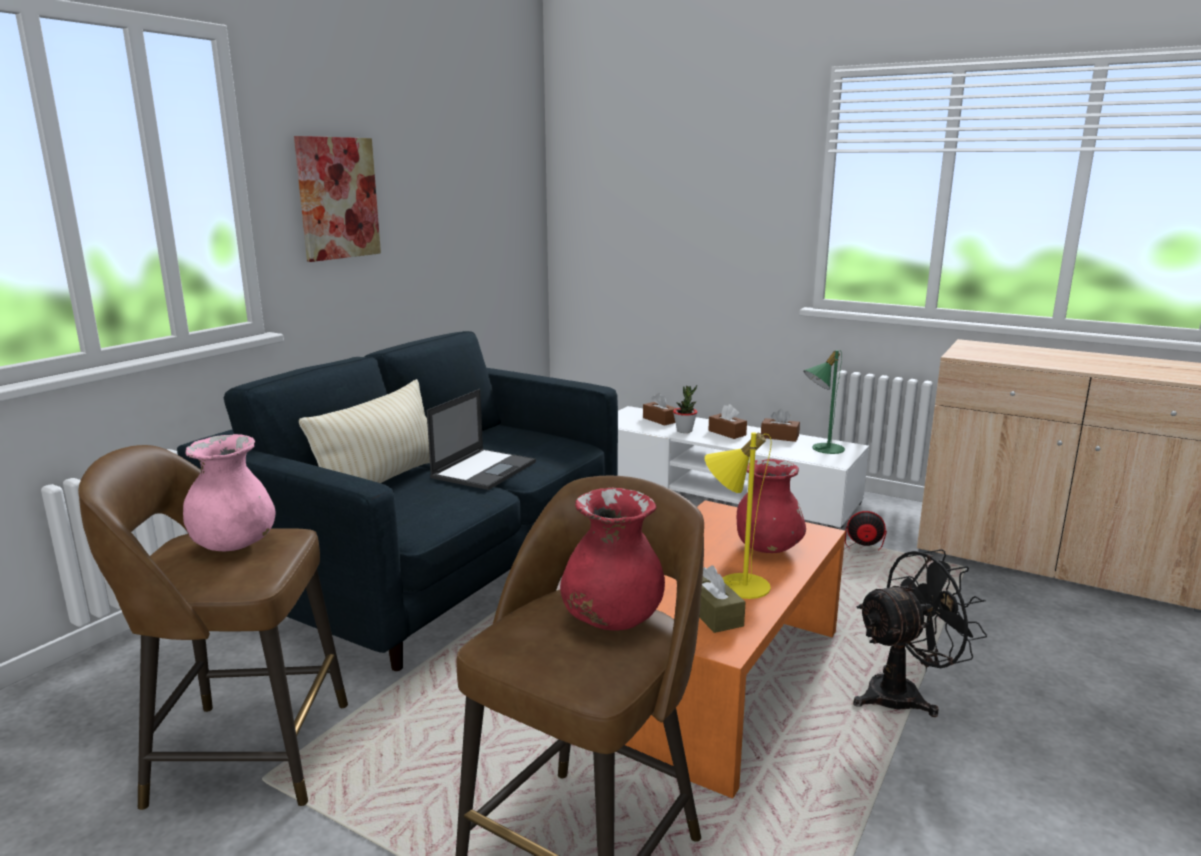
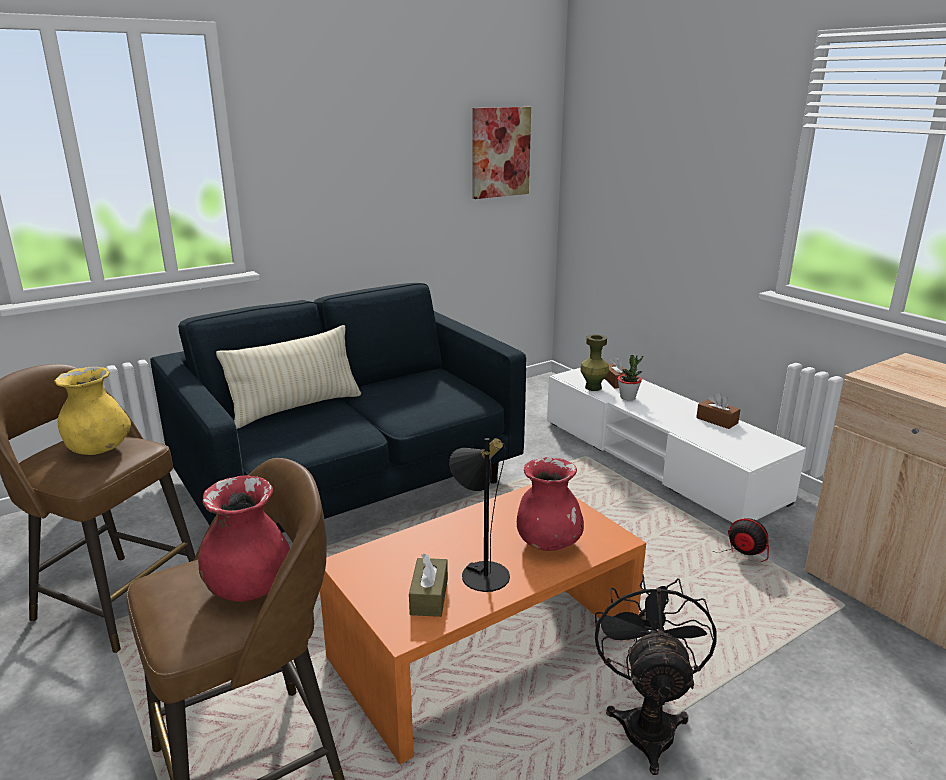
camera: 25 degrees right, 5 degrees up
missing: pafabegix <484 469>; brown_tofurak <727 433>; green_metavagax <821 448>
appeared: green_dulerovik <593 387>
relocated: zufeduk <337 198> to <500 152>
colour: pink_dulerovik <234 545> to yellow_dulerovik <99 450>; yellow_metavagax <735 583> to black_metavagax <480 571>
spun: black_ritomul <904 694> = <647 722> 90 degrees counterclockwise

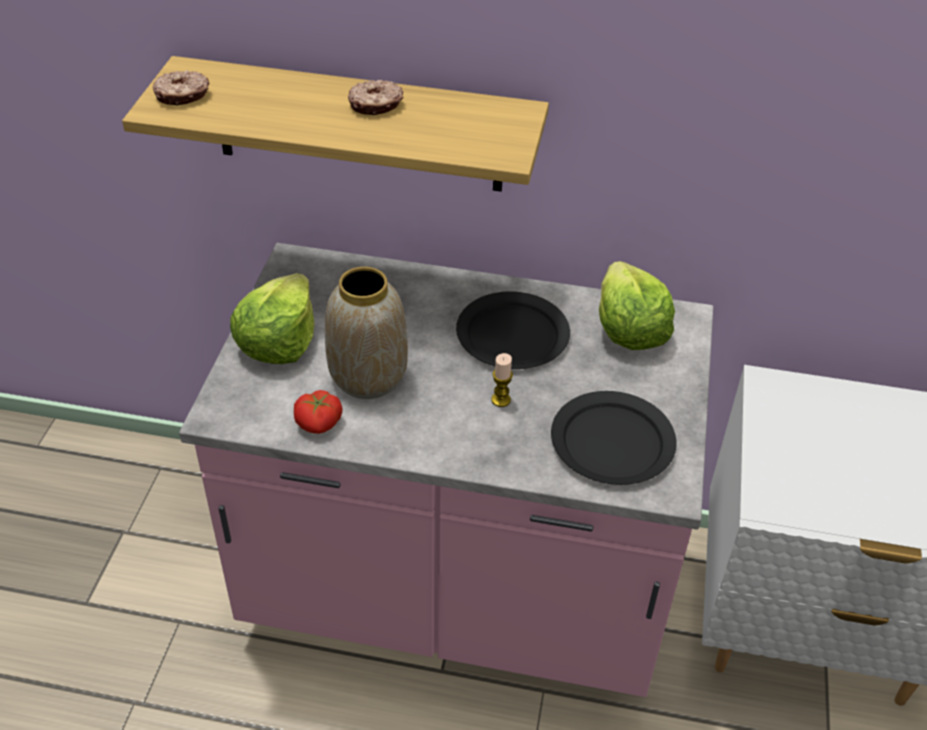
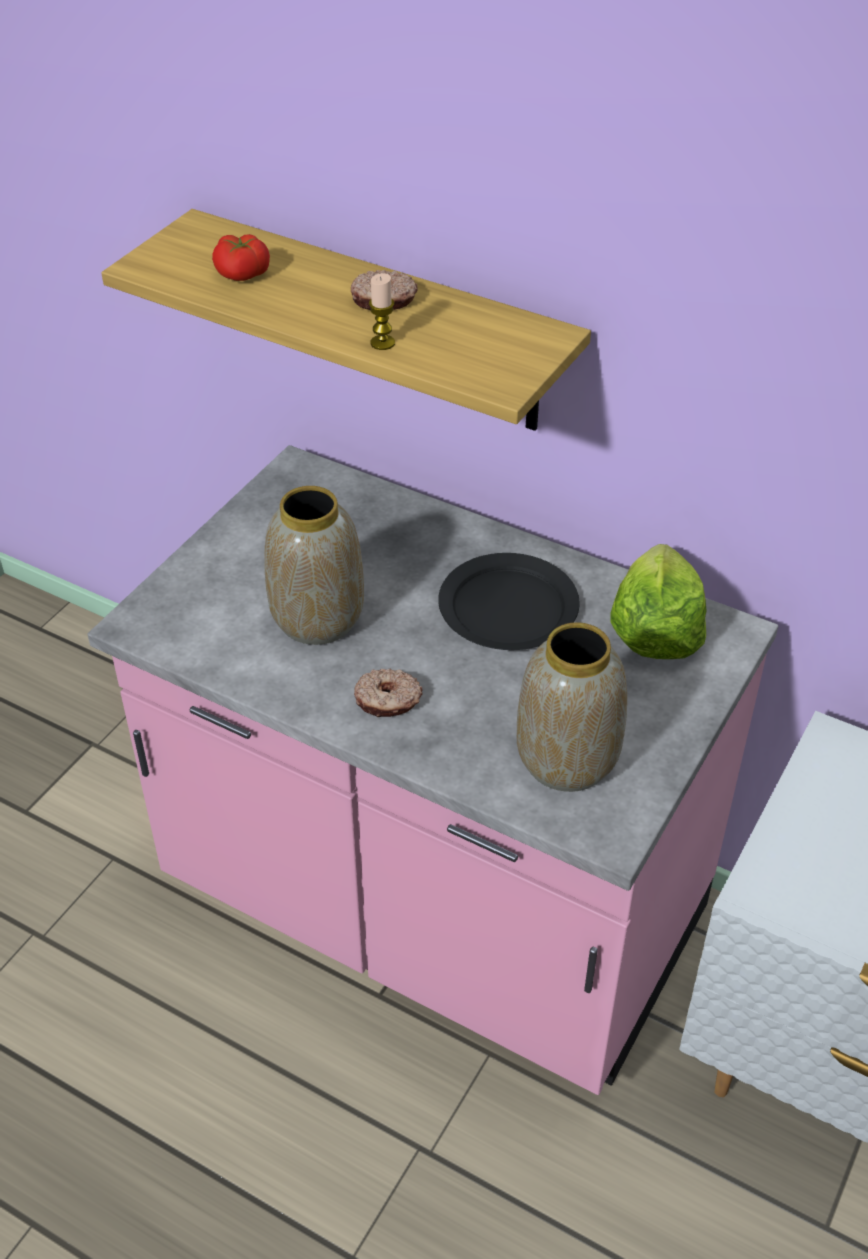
camera: 20 degrees right, 0 degrees up
missing: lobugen <278 340>
relocated: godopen <182 96> to <388 701>; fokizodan <319 423> to <242 275>; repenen <501 400> to <382 343>
exchanged: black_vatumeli <611 441> to dulerovik <566 759>

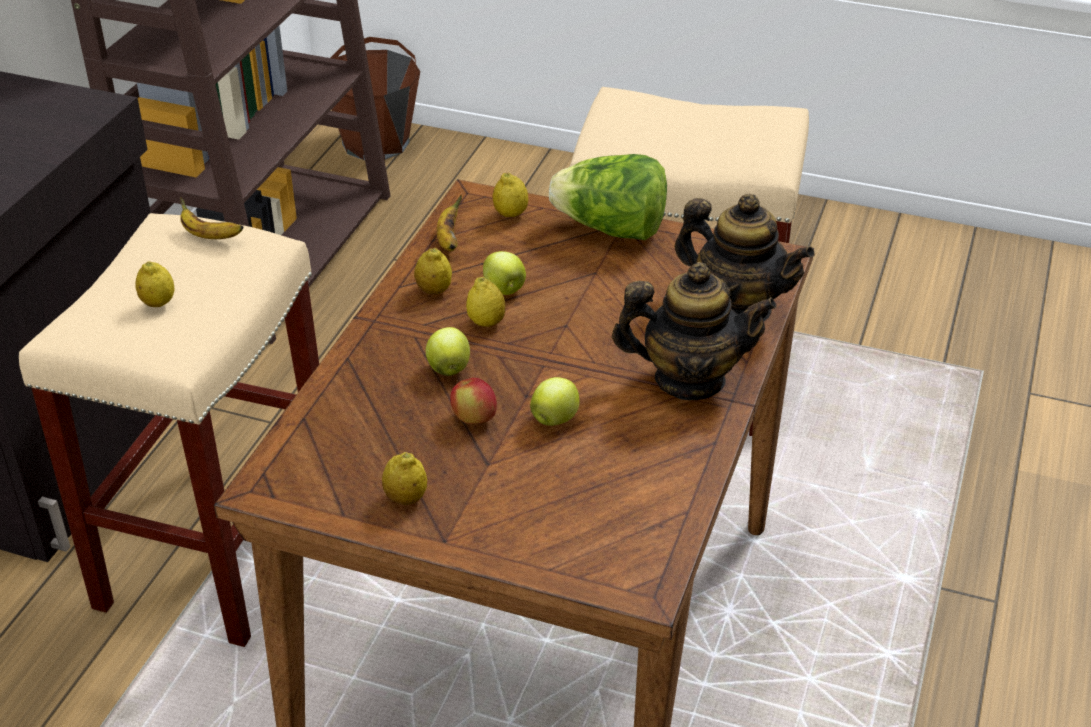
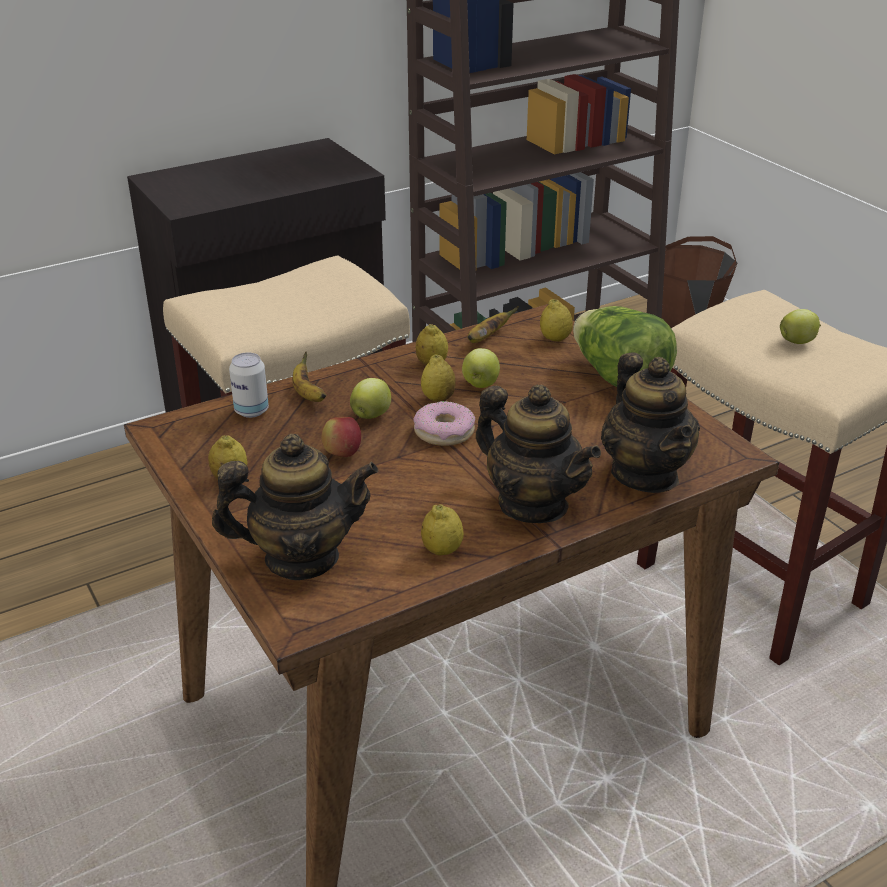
camera: 40 degrees right, 5 degrees down
appeared: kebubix <301 558>; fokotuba <251 411>; godopen <444 432>
relocated: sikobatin <158 303> to <442 550>; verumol <209 235> to <307 394>; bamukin <555 419> to <797 342>

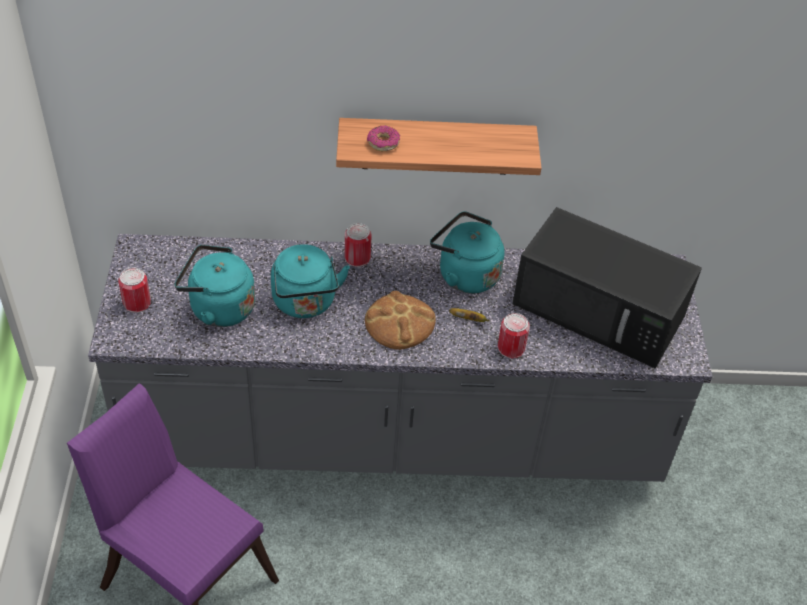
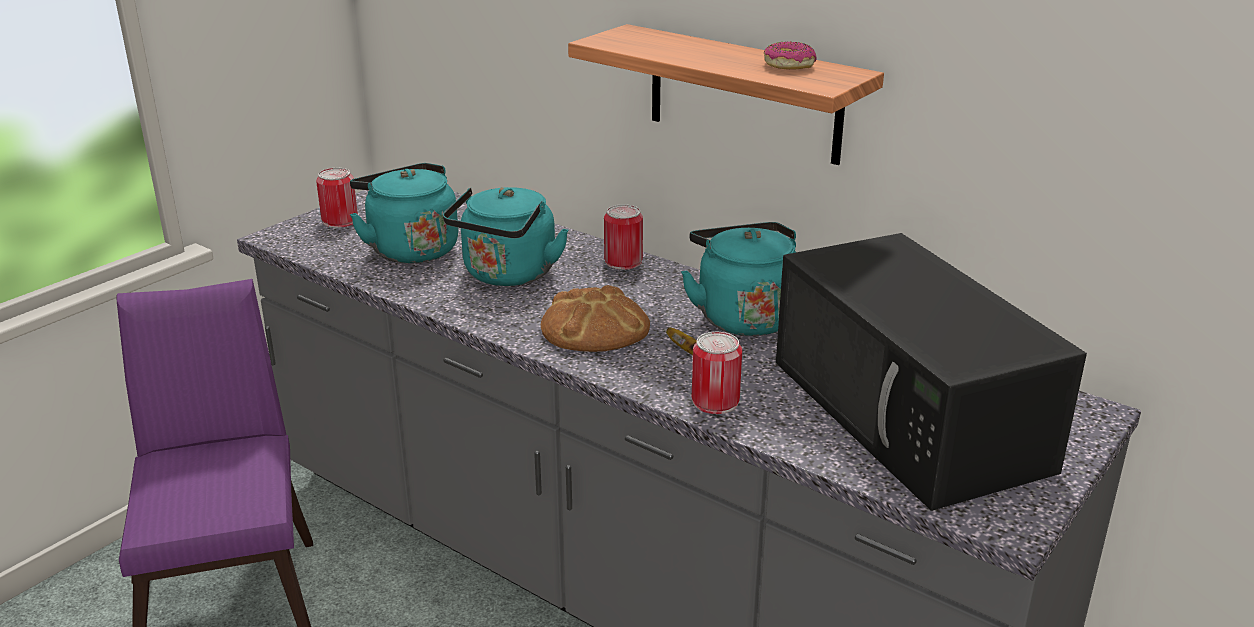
camera: 40 degrees right, 20 degrees down
relocated: godopen <383 143> to <788 65>

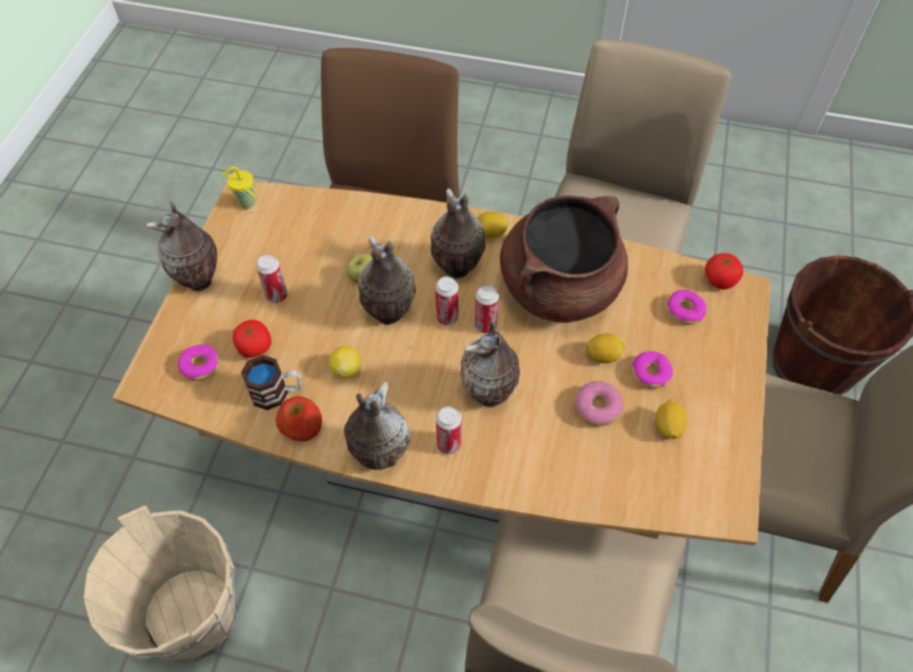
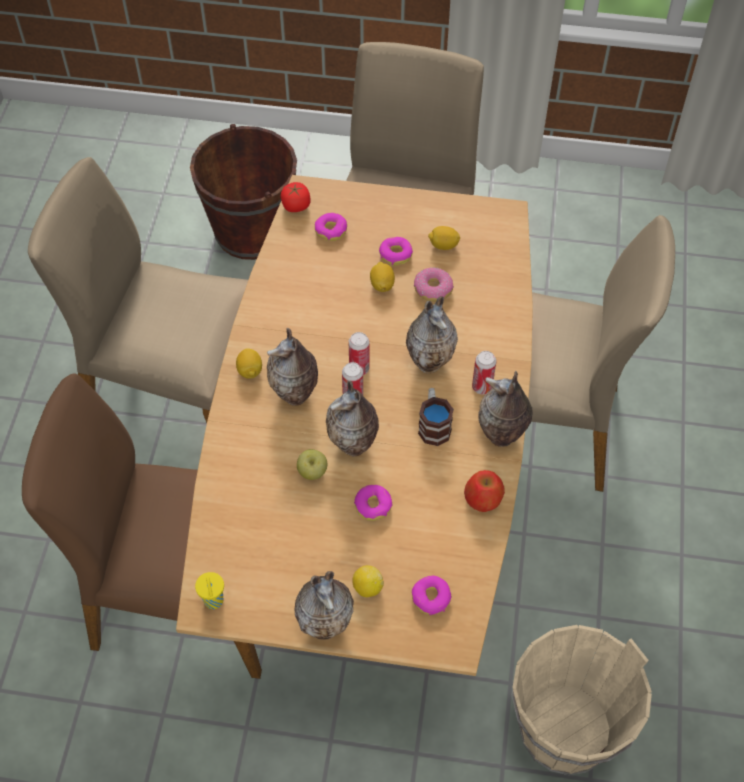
camera: 95 degrees left, 0 degrees up
missing: fokizodan <254 347>; fokotuba <276 295>; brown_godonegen <559 288>
appeared: godopen <373 505>
relocated: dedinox <277 393> to <433 425>; sikobatin <347 369> to <367 587>

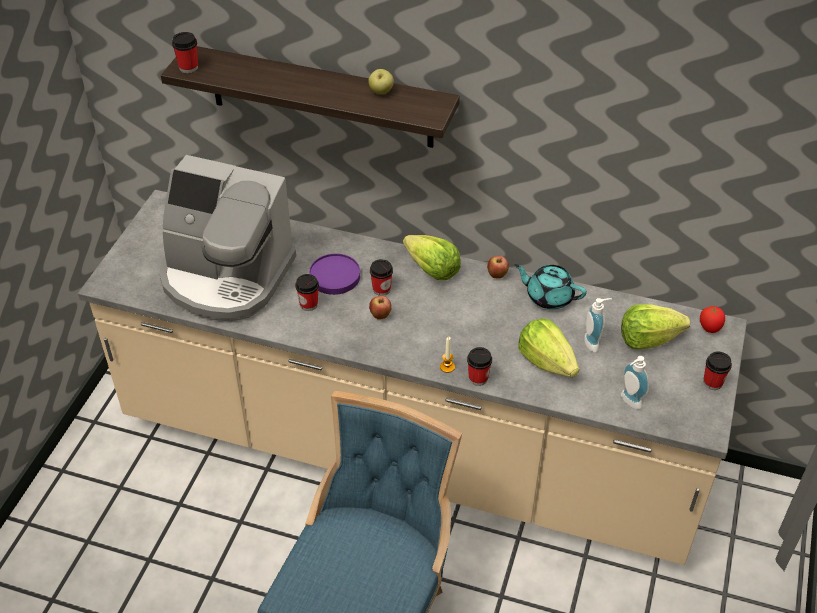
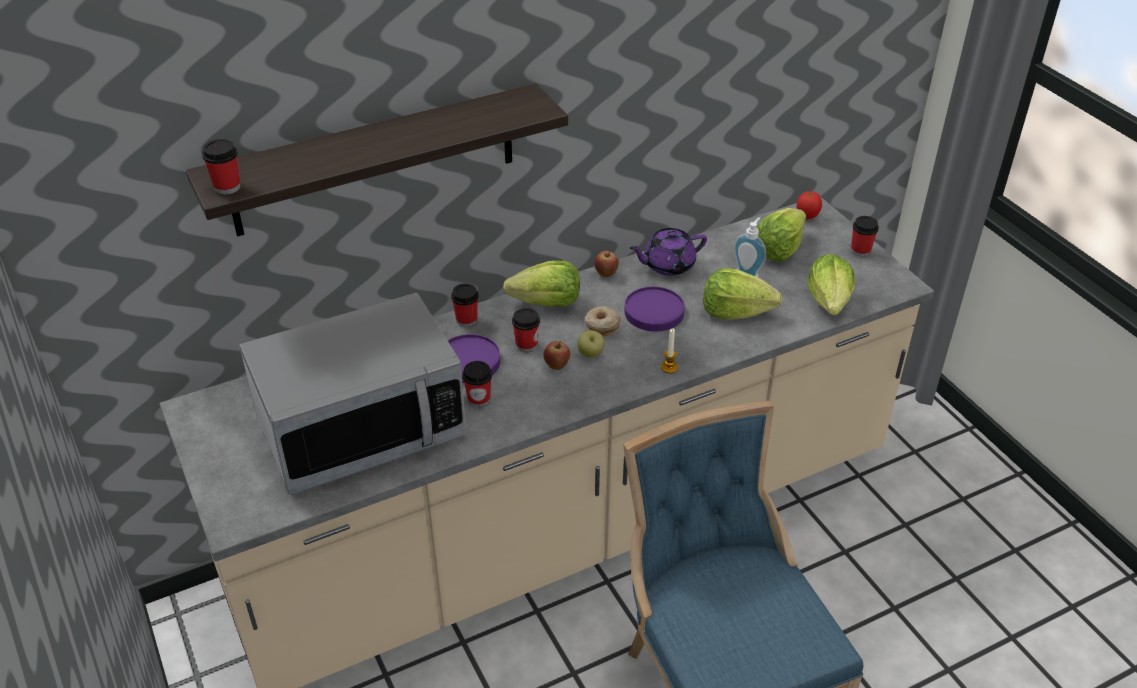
camera: 45 degrees left, 5 degrees down
appeared: godopen <601 325>; purple_vatumeli <653 312>
relocated: bamukin <381 92> to <590 354>; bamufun <478 378> to <466 320>
exchanged: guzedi <226 277> to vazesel <362 430>; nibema <628 402> to lobugen <829 301>
colour: turquoise_kebubix <548 296> to purple_kebubix <667 265>

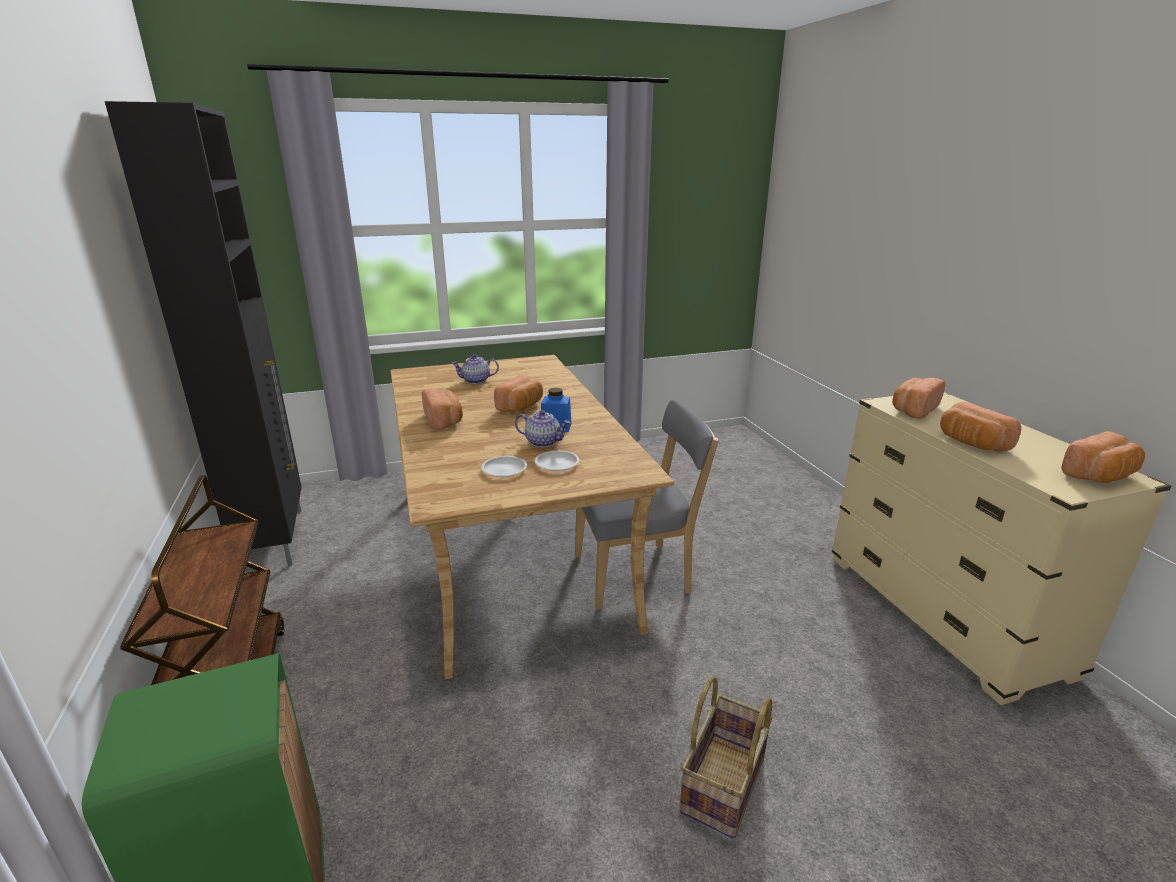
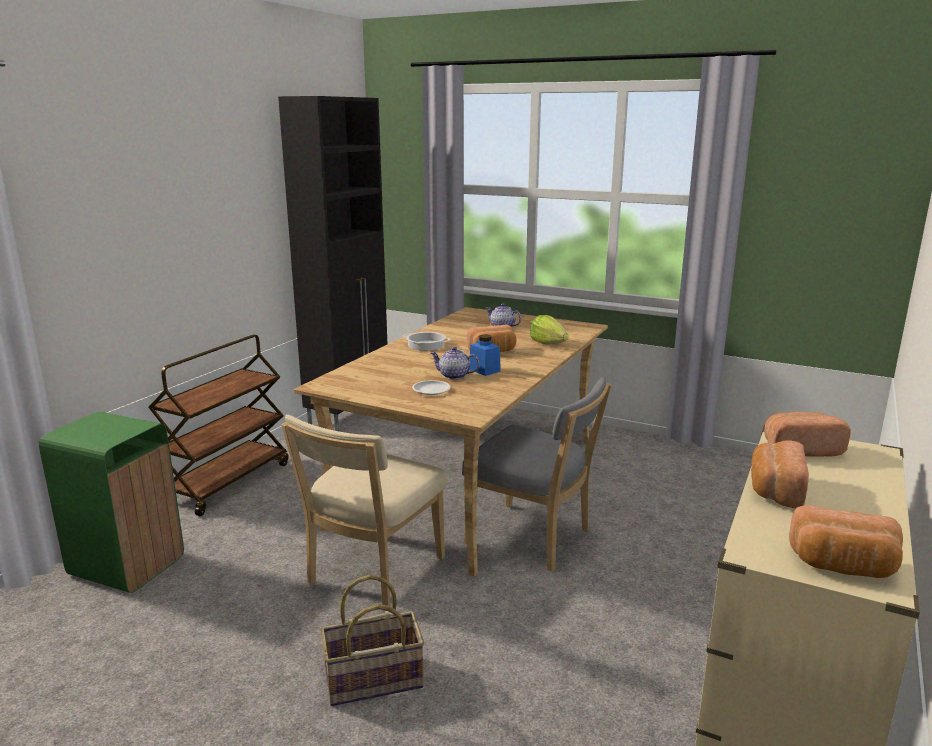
camera: 45 degrees right, 5 degrees down
missing: white_vatumeli <504 470>
appeared: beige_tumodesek <372 573>; lobugen <548 343>
exchanged: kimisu <444 420> to godonegen <425 345>
spun: kebubix <543 442> = <454 376> 135 degrees clockwise

